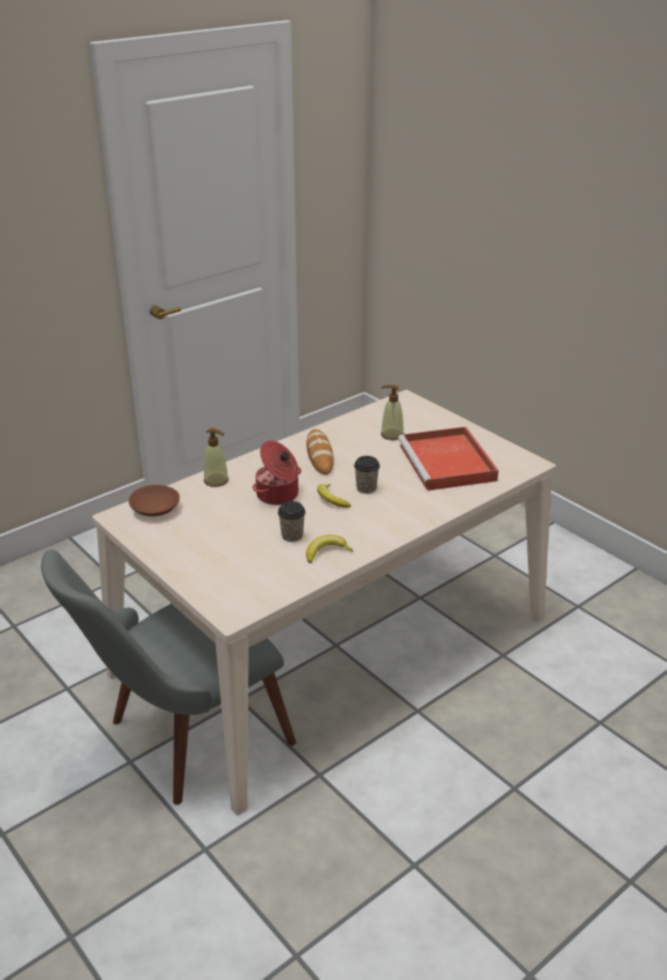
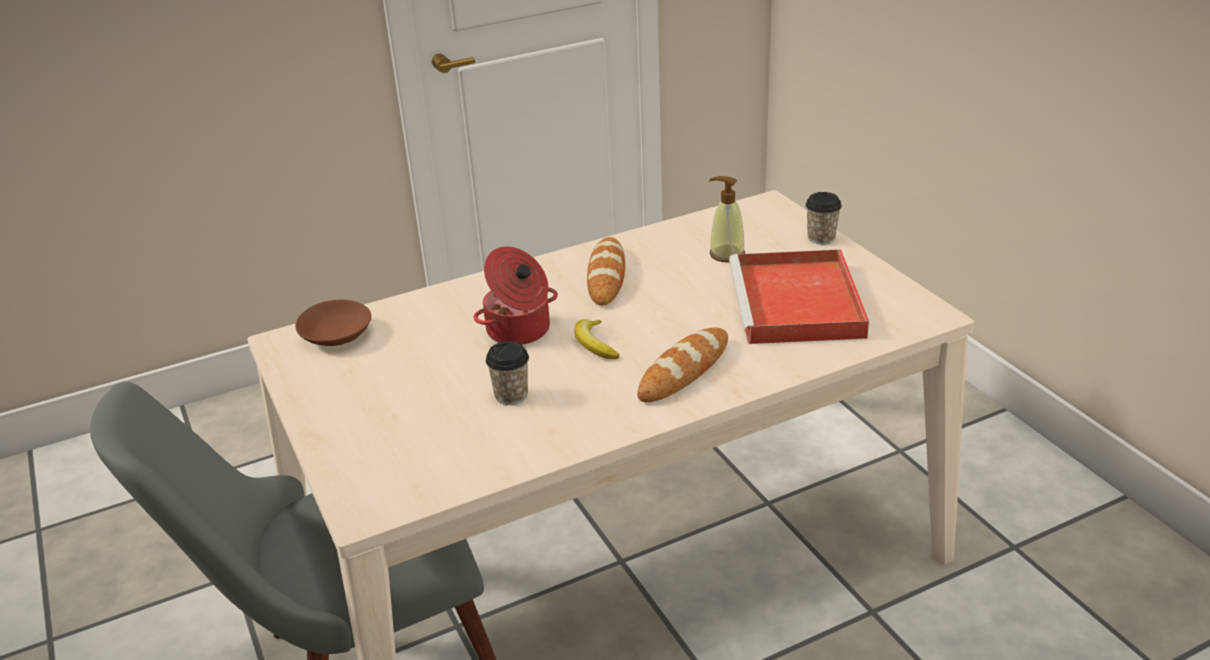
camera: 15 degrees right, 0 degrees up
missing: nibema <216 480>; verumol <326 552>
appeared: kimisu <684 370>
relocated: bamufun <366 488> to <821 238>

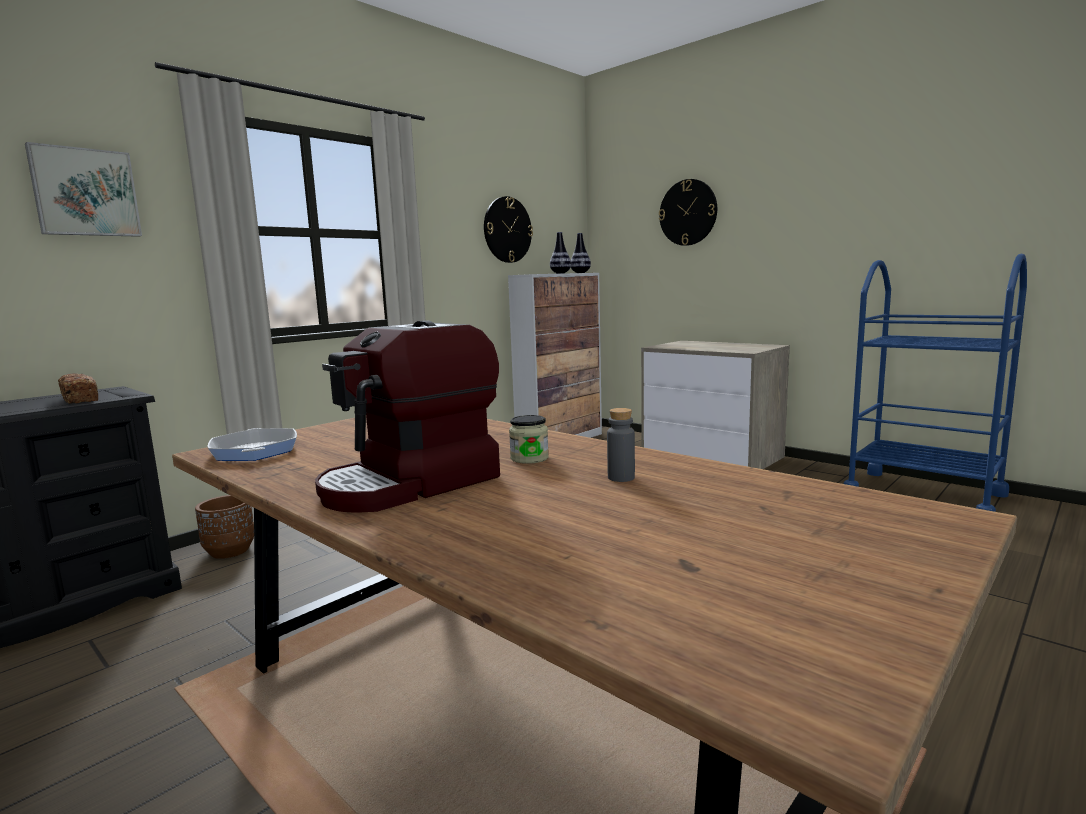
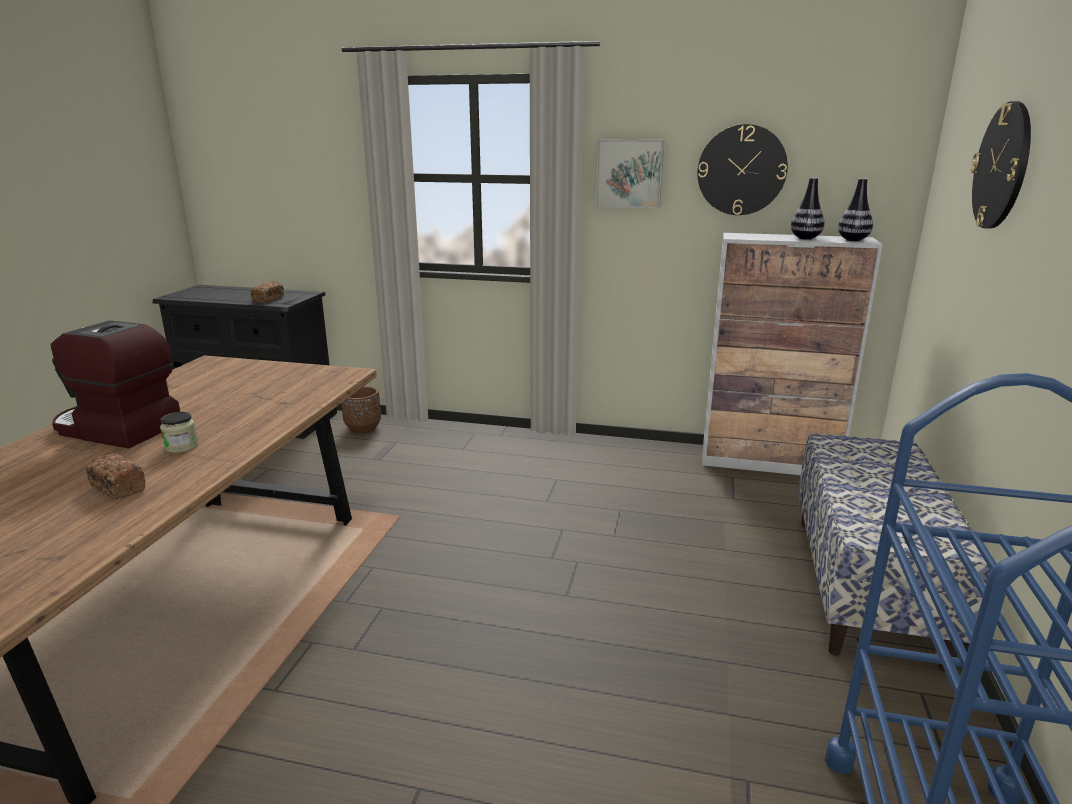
camera: 60 degrees right, 10 degrees up
missing: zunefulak <255 451>
relocated: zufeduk <85 193> to <629 173>
exchanged: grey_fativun <621 477> to kimisu <118 487>; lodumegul <712 456> to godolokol <865 586>

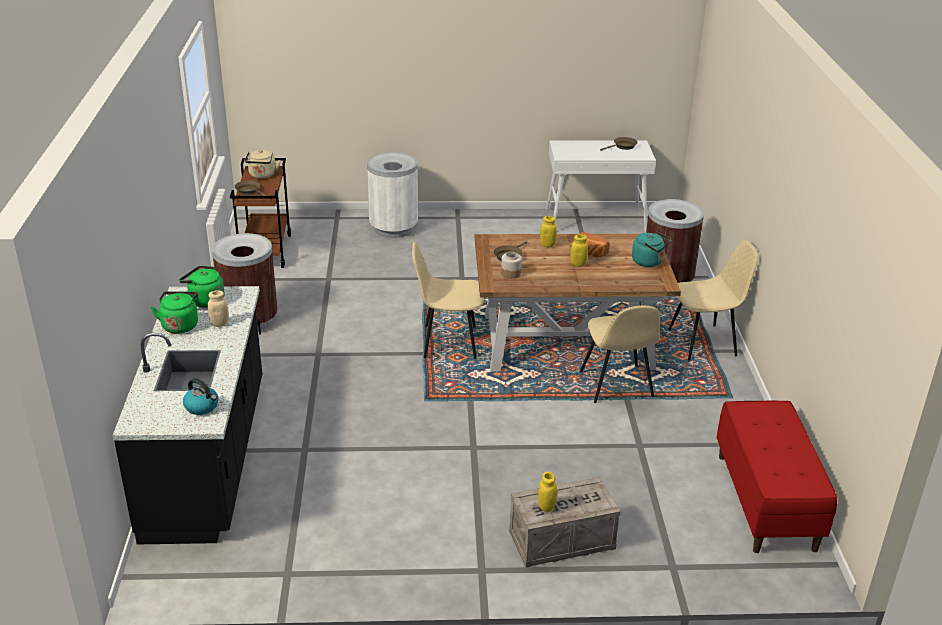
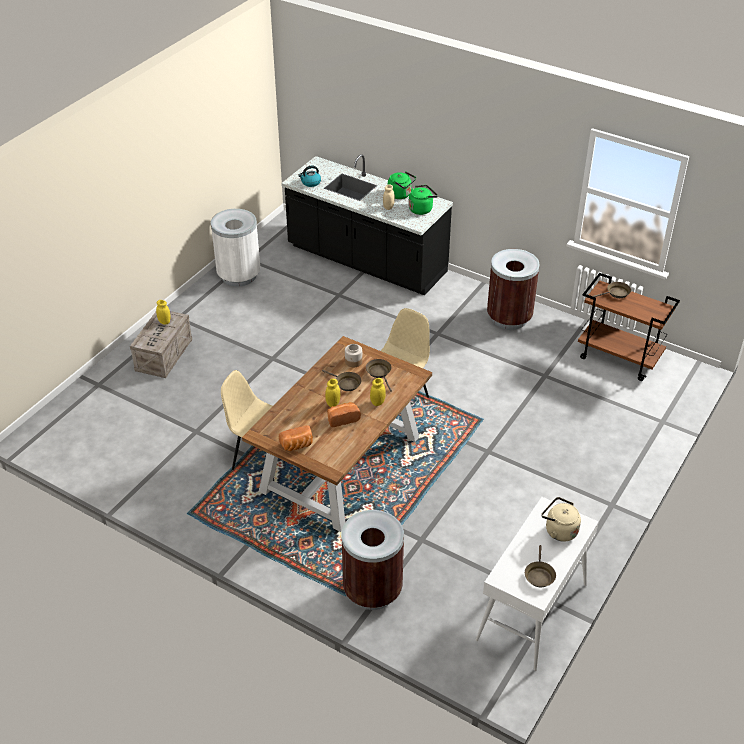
camera: 125 degrees right, 10 degrees up
missing: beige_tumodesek <704 342>; red_godolokol <766 501>
appeared: brown_zunefulak <346 383>
relocated: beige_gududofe <262 175> to <559 530>; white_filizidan <393 228> to <239 275>
exchanged: turquoise_gududofe <649 262> to kimisu <297 445>

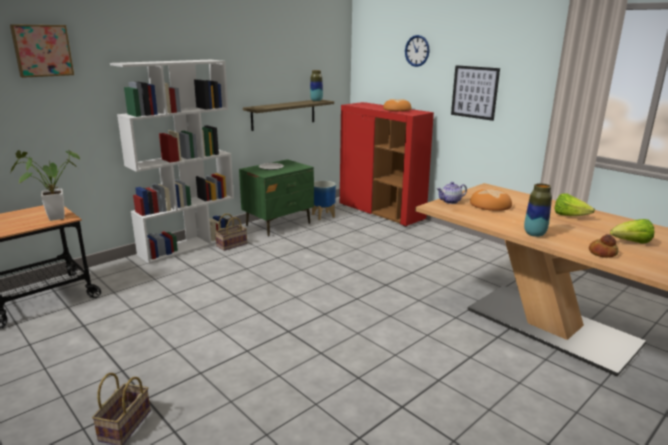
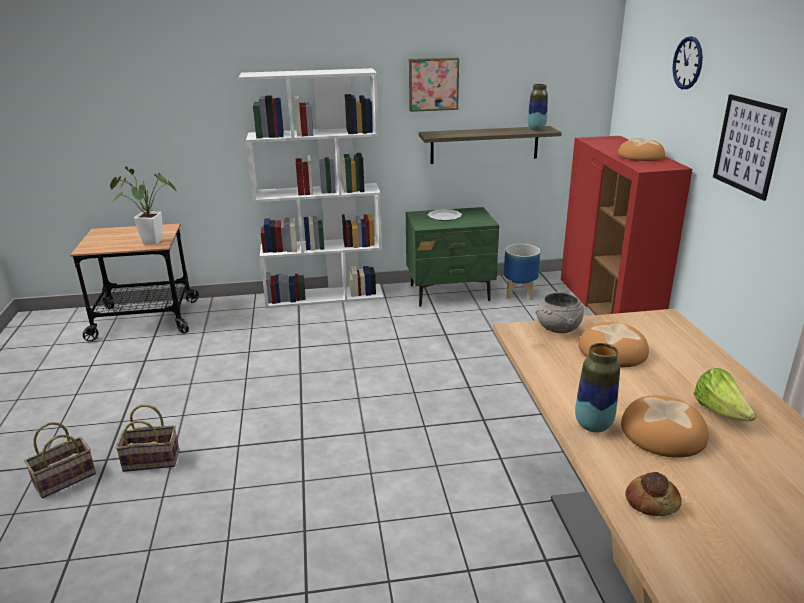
camera: 35 degrees right, 5 degrees up
missing: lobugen <630 243>
appeared: kimisu <663 433>
relocated: zufeduk <42 50> to <433 84>; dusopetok <232 244> to <153 460>
exchanged: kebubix <450 201> to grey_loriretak <558 329>

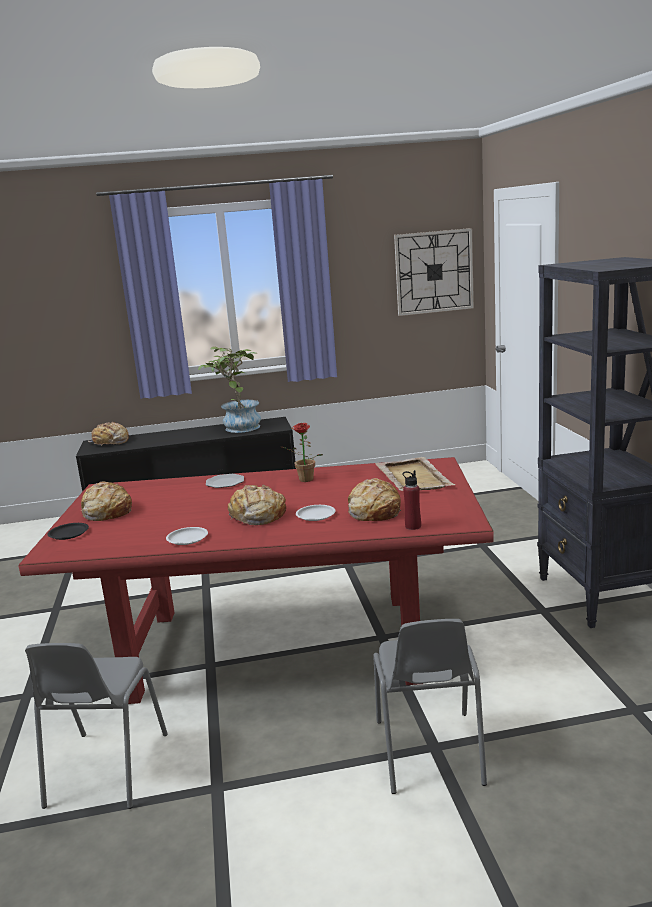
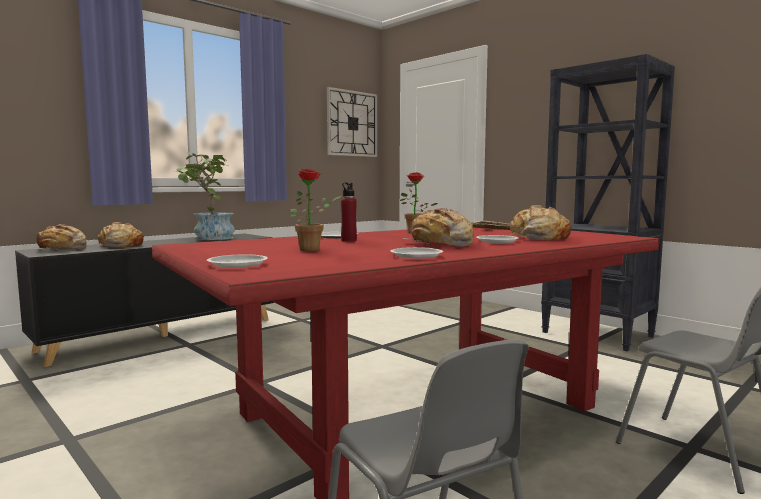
camera: 35 degrees left, 10 degrees down
appeared: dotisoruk <314 249>
relocated: kimisu <106 512> to <120 245>; red_fativun <413 526> to <348 240>
colour: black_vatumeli <68 534> to white_vatumeli <237 264>

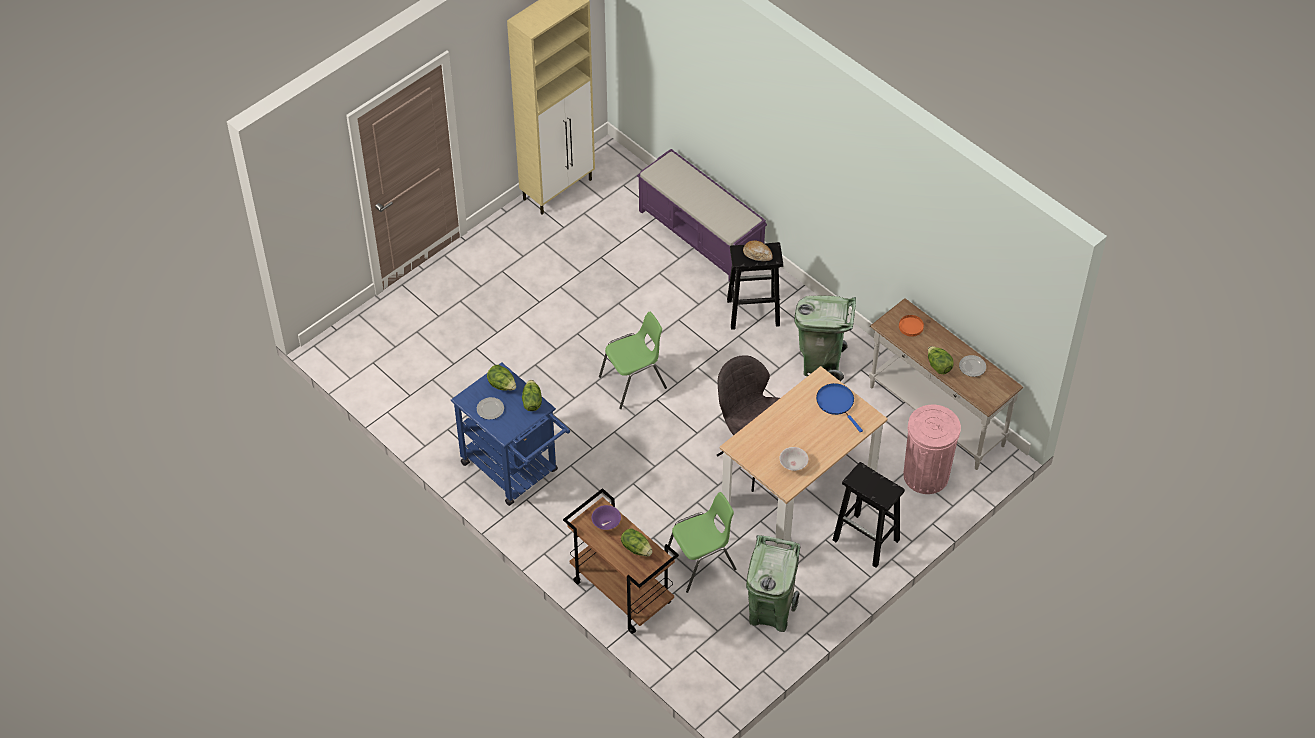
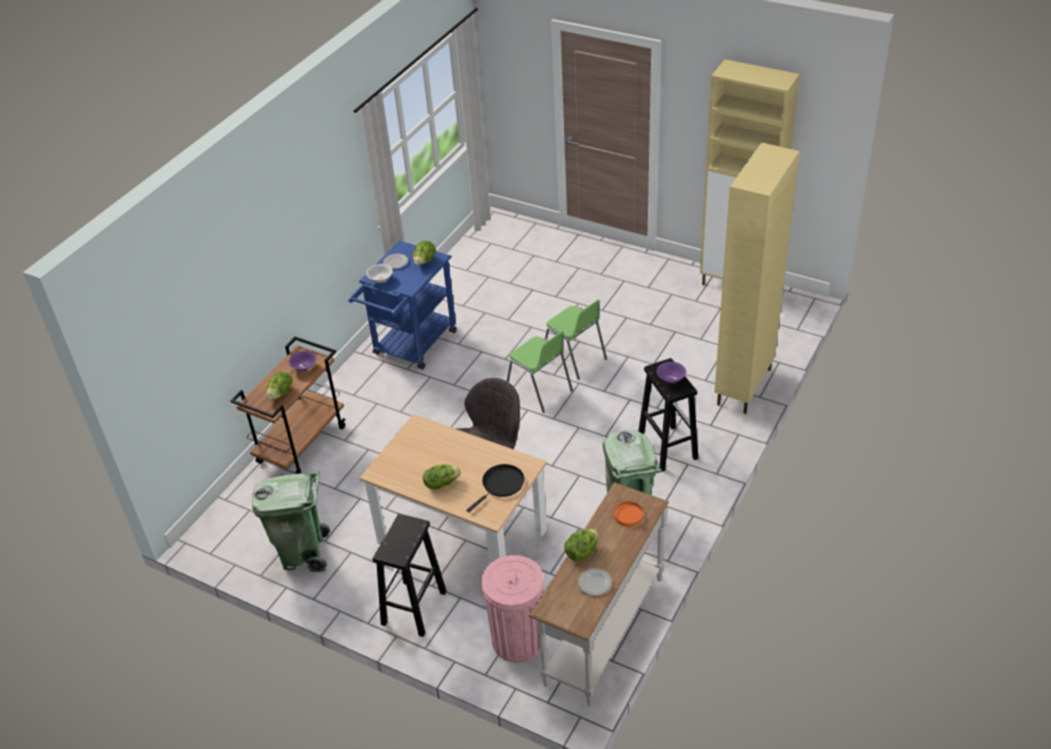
camera: 75 degrees right, 10 degrees down
relocated: lobugen <531 402> to <441 483>; green_tumodesek <701 563> to <574 359>; white_loriretak <793 464> to <380 279>
exchanged: purple_godolokol <701 235> to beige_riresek <743 387>; kimisu <757 254> to purple_loriretak <671 379>
colour: blue_zunefulak <836 403> to black_zunefulak <501 485>

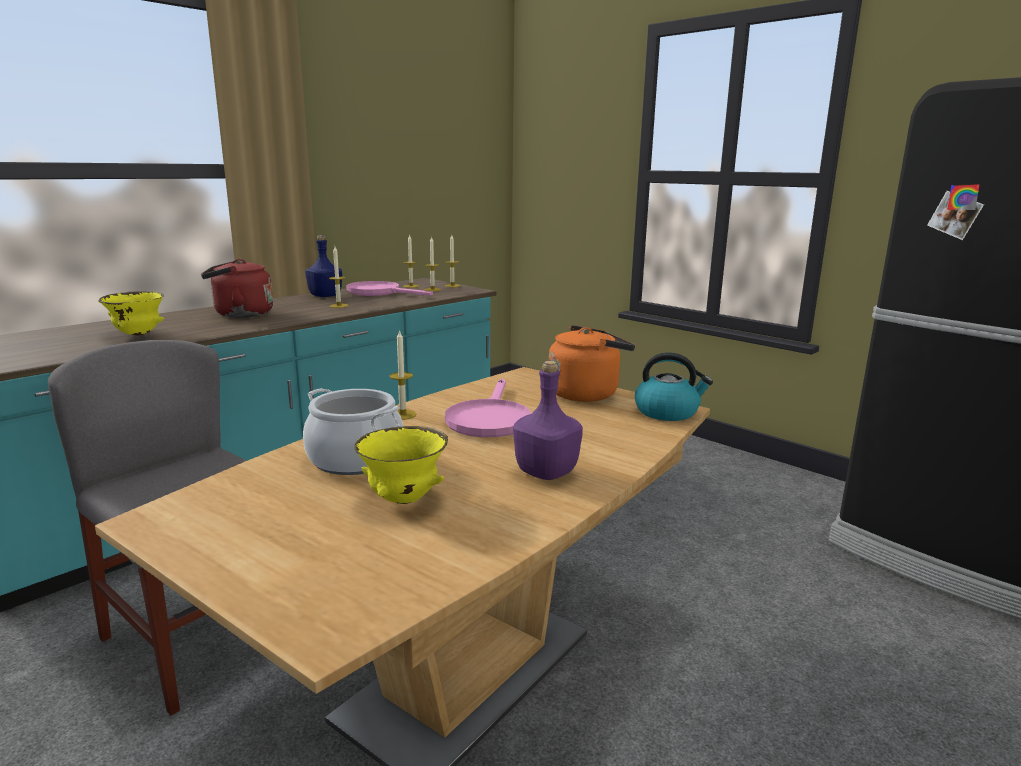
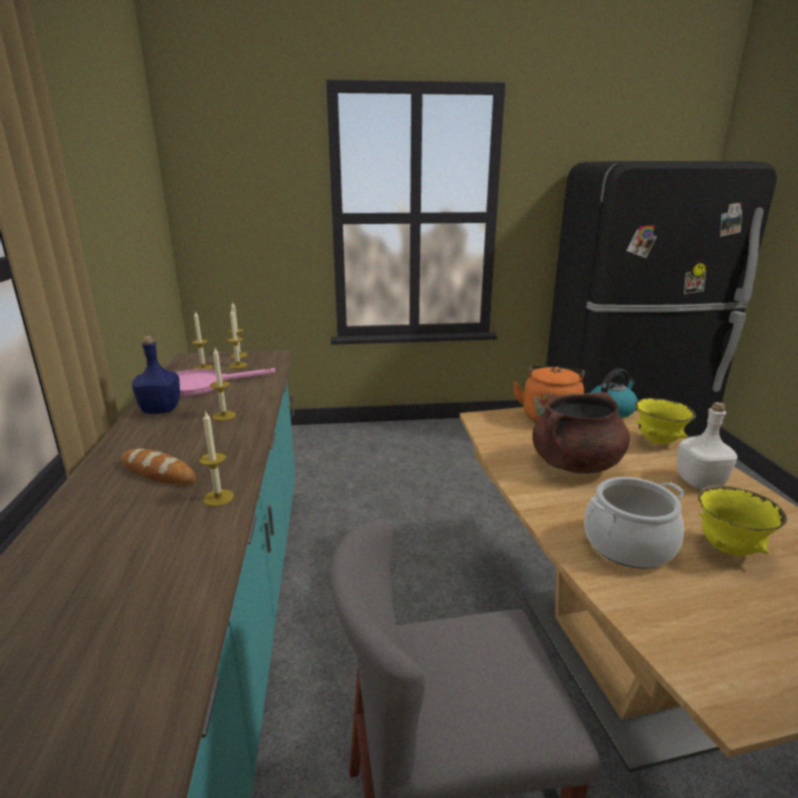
camera: 50 degrees left, 5 degrees up
relocated: yellow_loriretak <137 334> to <657 442>; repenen <402 415> to <218 498>
exchanged: red_gududofe <240 314> to kimisu <158 472>; pink_zunefulak <489 419> to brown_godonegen <575 464>
colour: purple_fativun <545 472> to white_fativun <700 482>

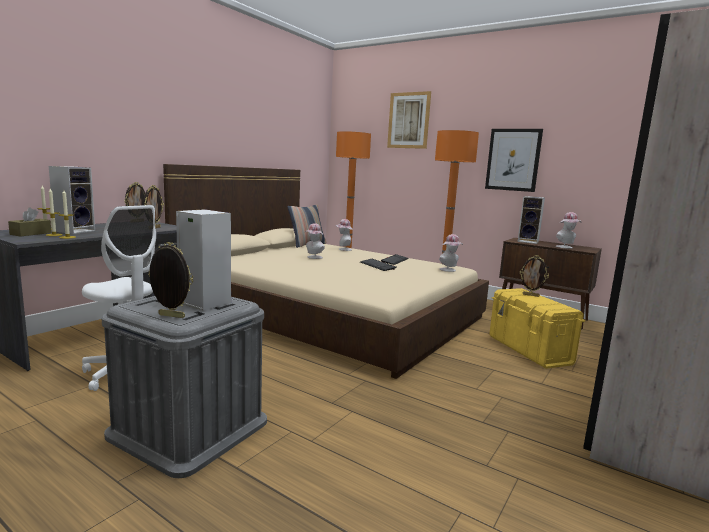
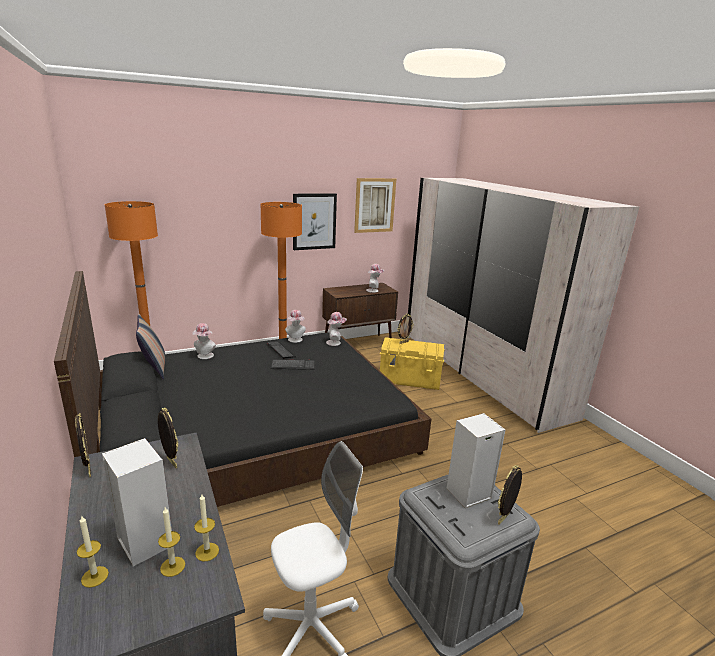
camera: 60 degrees left, 10 degrees up
missing: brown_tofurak <31 233>; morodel <529 241>
relocated: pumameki <313 257> to <295 340>; zufeduk <408 120> to <374 205>
colour: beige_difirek <328 310> to black_difirek <252 429>

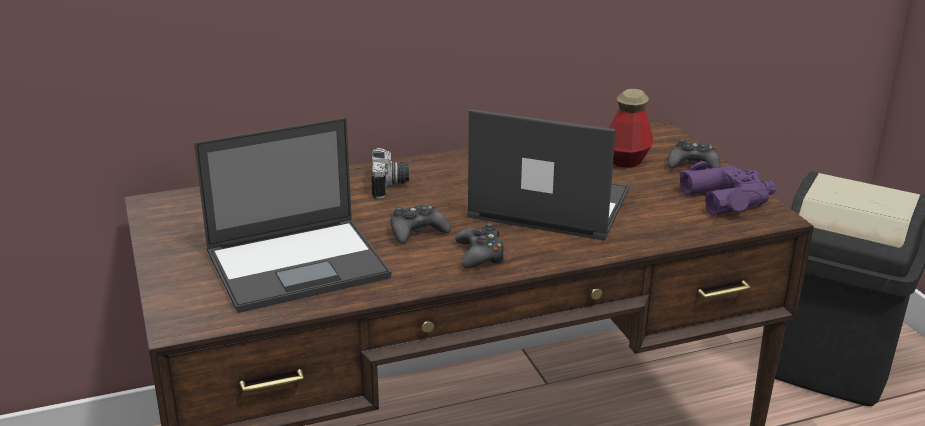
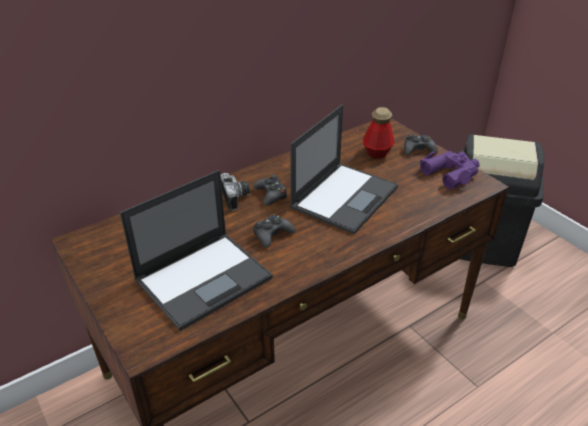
camera: 15 degrees left, 10 degrees up
relocated: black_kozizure <480 255> to <271 195>
spun: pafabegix <547 204> = <345 196> 120 degrees clockwise

